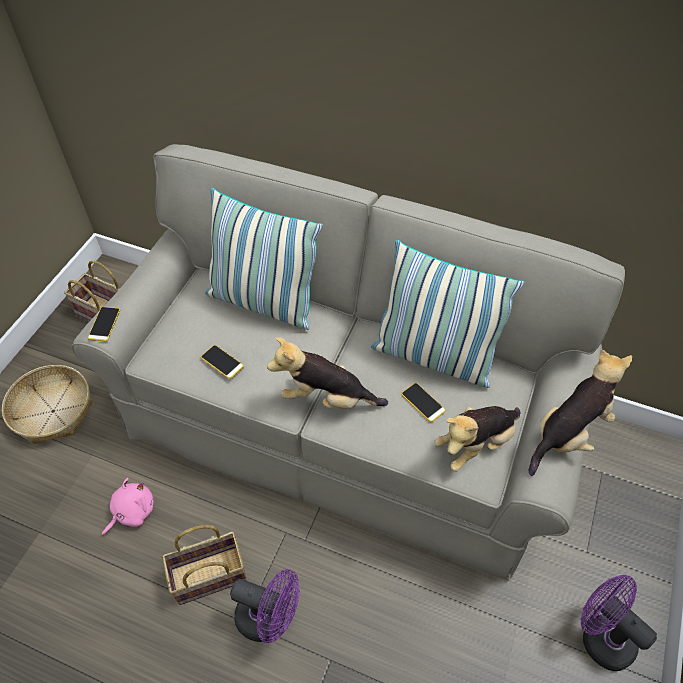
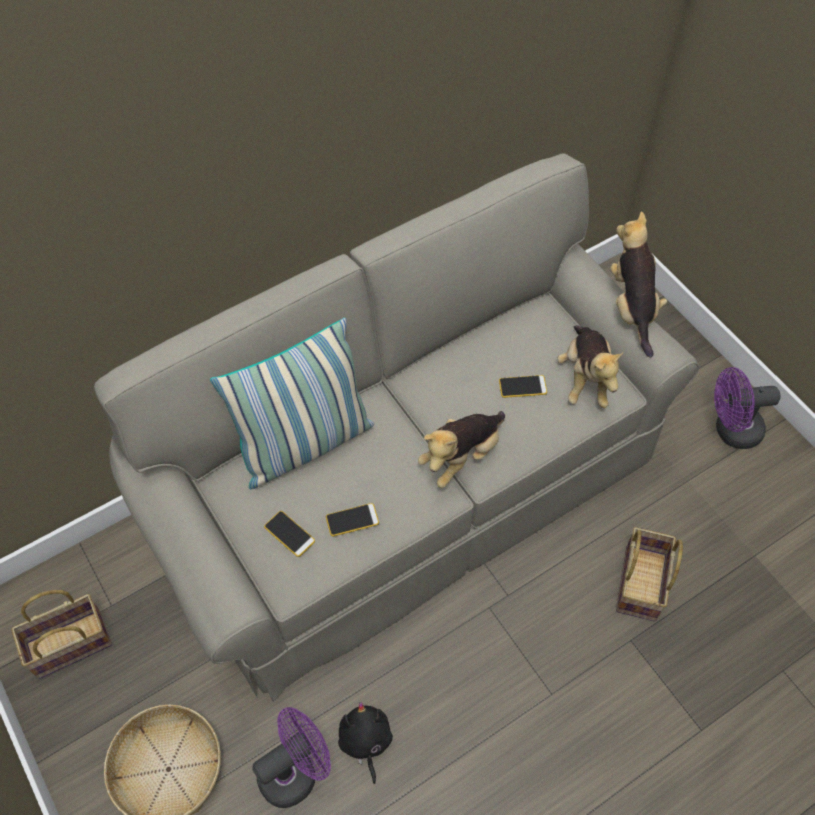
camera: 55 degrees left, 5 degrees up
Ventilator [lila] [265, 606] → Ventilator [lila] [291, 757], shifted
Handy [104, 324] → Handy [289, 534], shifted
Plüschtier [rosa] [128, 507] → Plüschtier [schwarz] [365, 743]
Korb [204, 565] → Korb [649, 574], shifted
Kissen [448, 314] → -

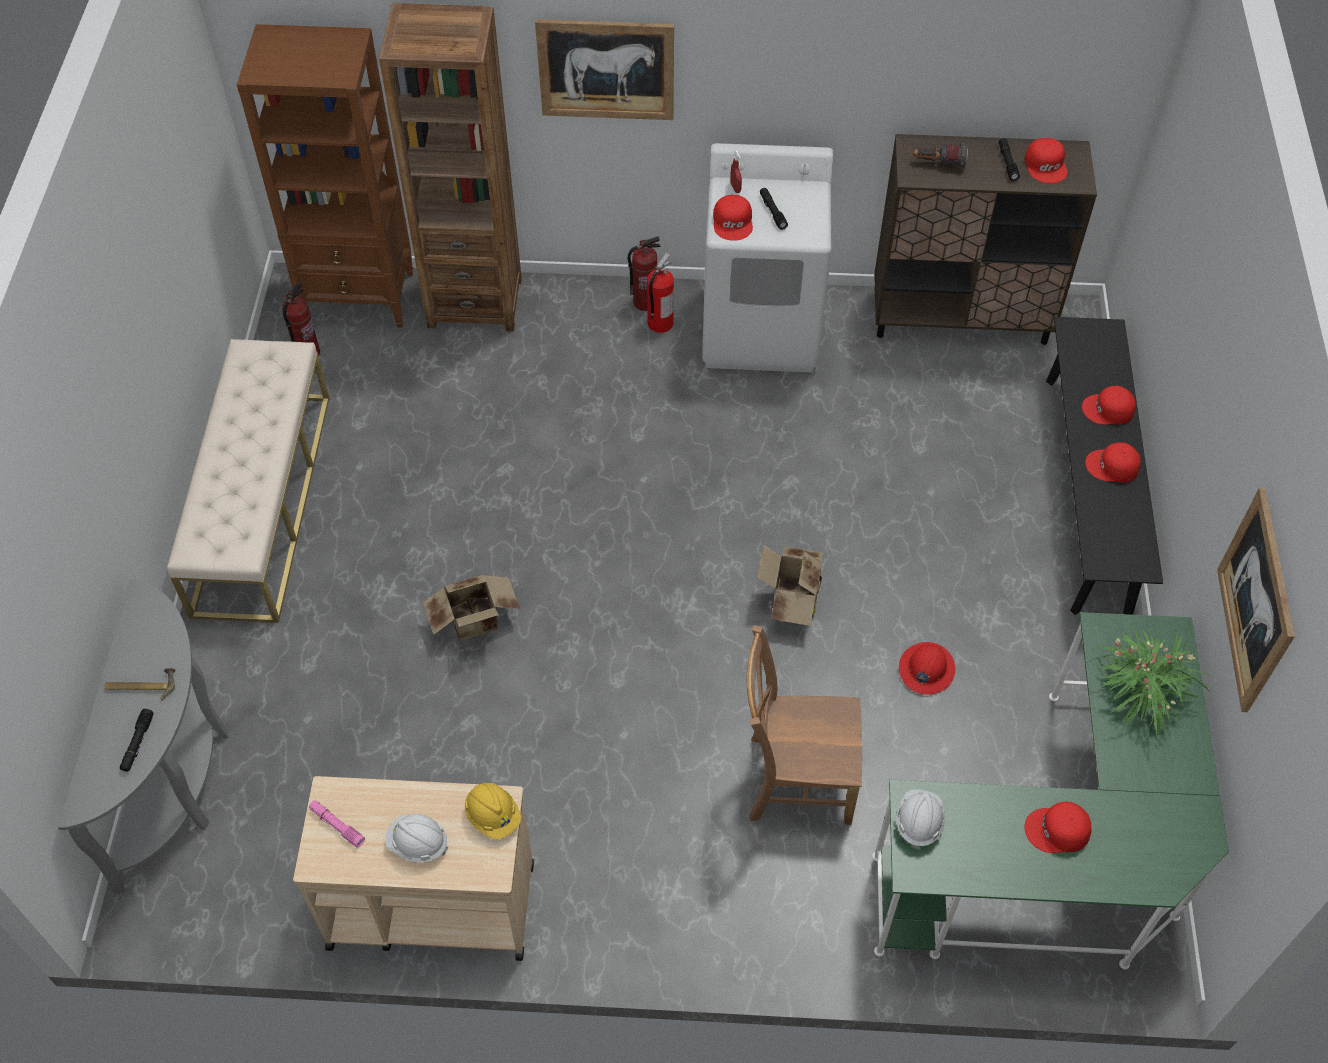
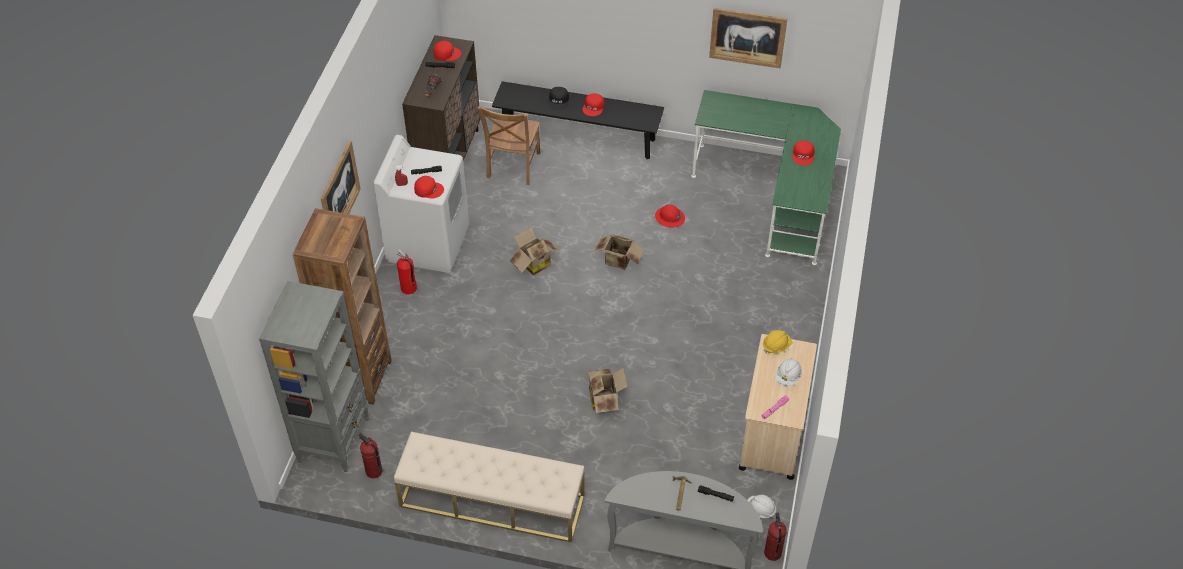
camera: 80 degrees left, 5 degrees down
Bücherregal [braun] [325, 176] → Bücherregal [grau] [314, 376]
Stuhl [braun] [804, 725] → Stuhl [braun] [509, 145], shifted
- → Karton [535, 251]
Kappe [rot] [1109, 405] → Kappe [schwarz] [558, 98]
Schutzhelm [weiß] [920, 820] → Schutzhelm [weiß] [762, 506], shifted
Feuerlöscher [644, 273] → Feuerlöscher [775, 536], shifted
Topfpflanze [1150, 682] → -

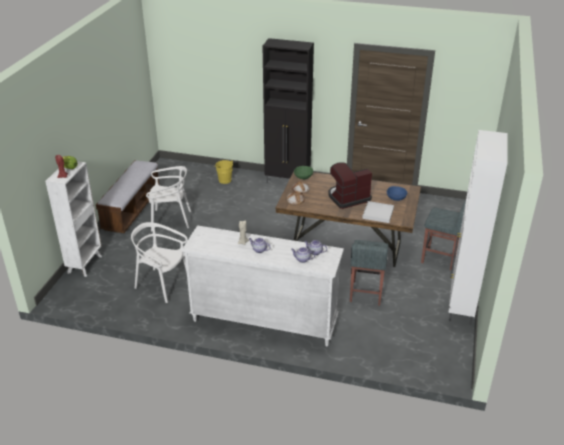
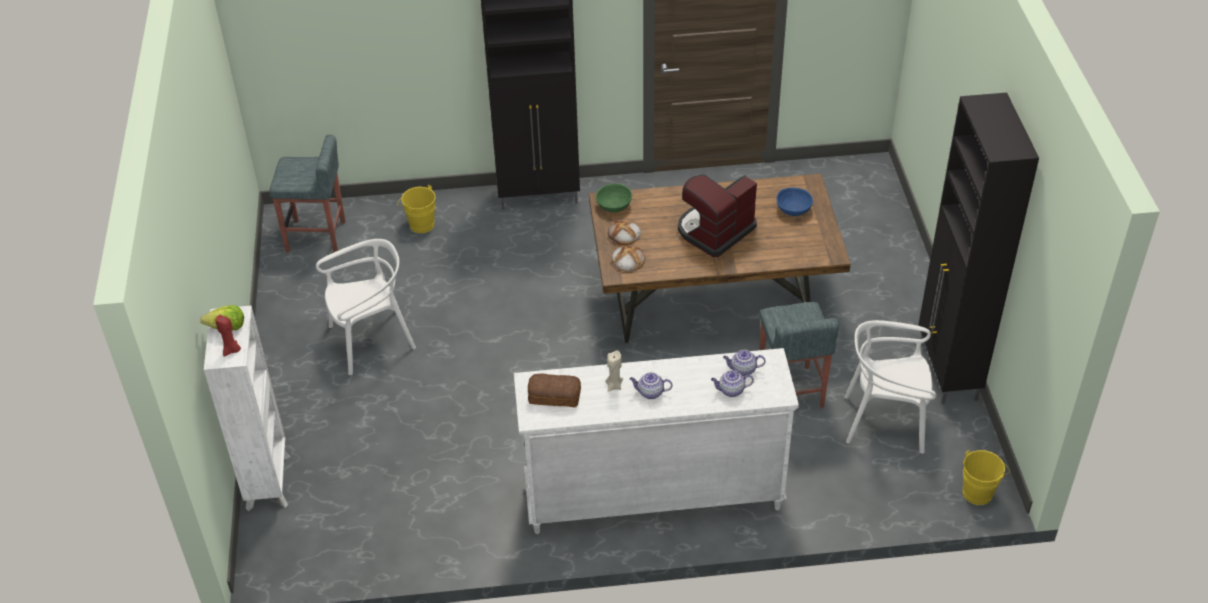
camera: 20 degrees left, 10 degrees up
Hocker [grau] [443, 235] → Hocker [grau] [307, 193], shifted
- → Brot [554, 390]
Stuhl [weiß] [159, 262] → Stuhl [weiß] [890, 387], shifted
Schrank [weiß] [478, 227] → Schrank [schwarz] [978, 248]
- → Eimer [gelb] [986, 477]
Bank [127, 196] → -
Tablett [weiß] [378, 212] → -

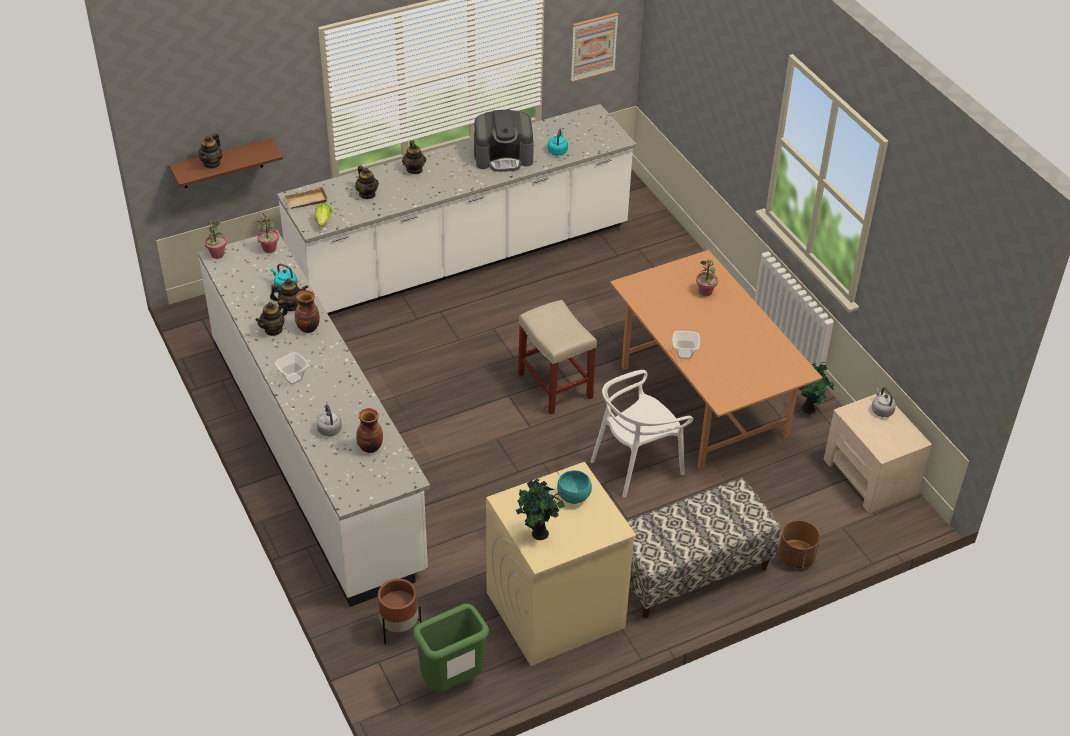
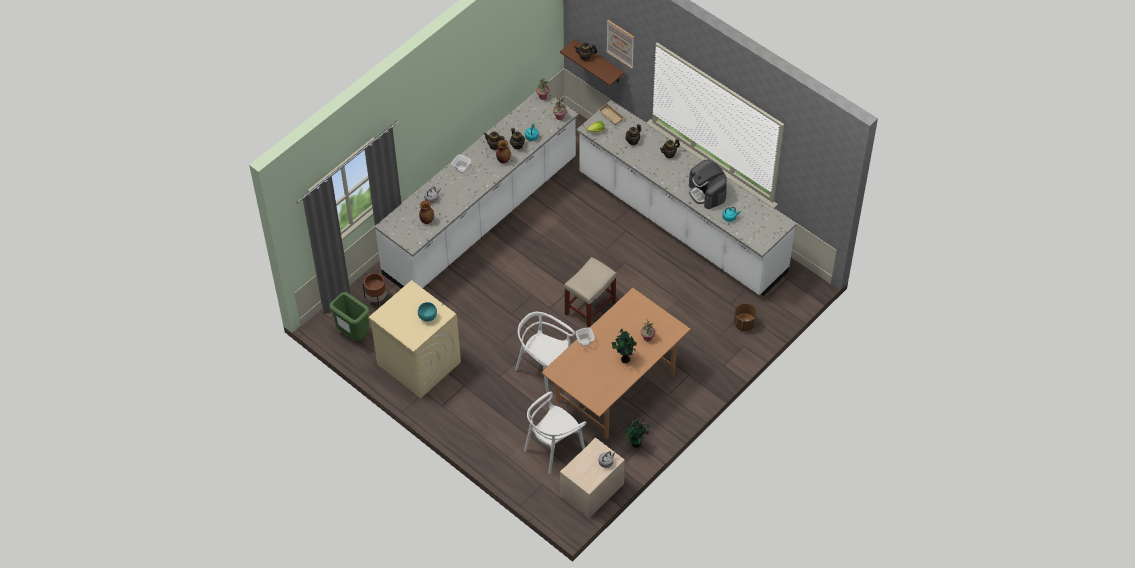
camera: 70 degrees right, 10 degrees up
- → Stuhl [weiß] [555, 433]
Bild [595, 47] → Bild [620, 44], shifted
Topfpflanze [540, 509] → Topfpflanze [624, 346], shifted
Pflanzkübel [braun] [799, 544] → Pflanzkübel [braun] [745, 317], shifted
Bank [703, 548] → -

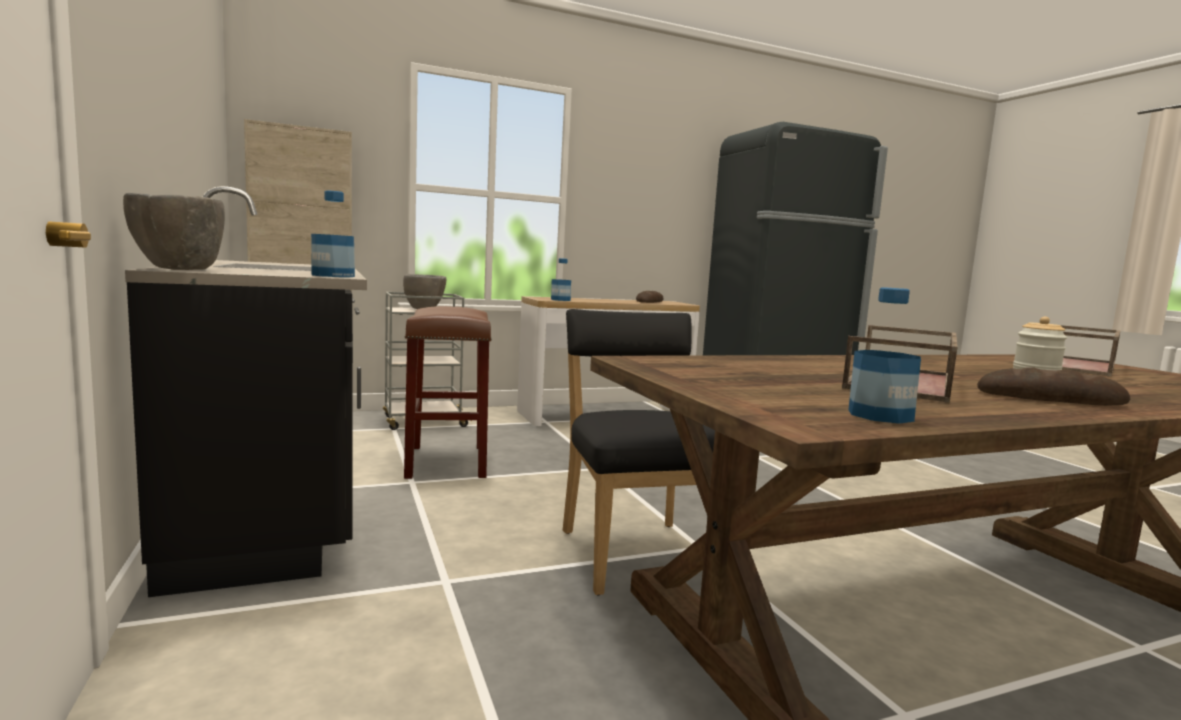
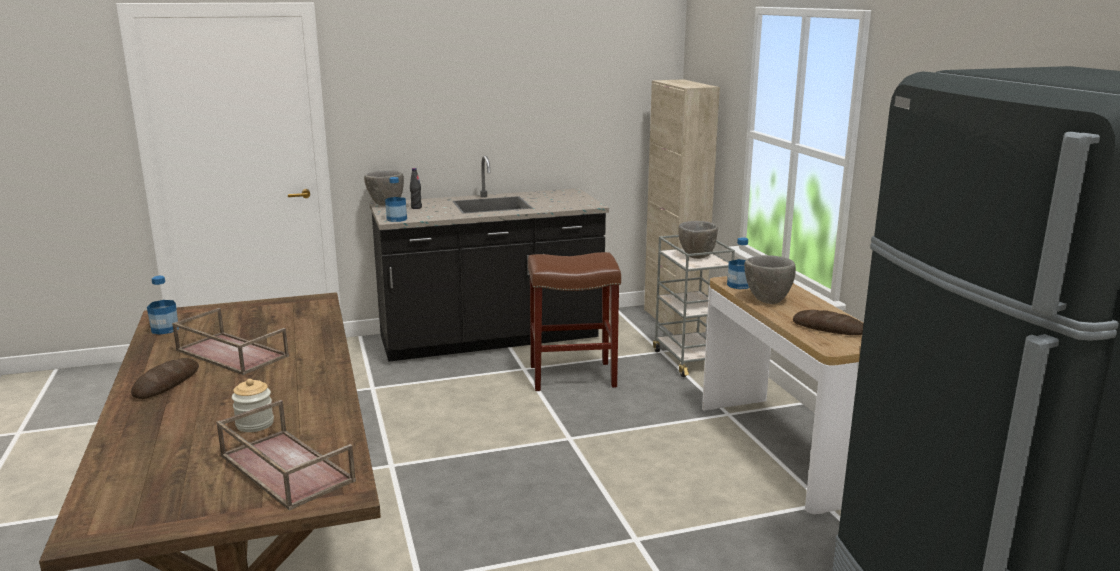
camera: 95 degrees right, 10 degrees up
- → Flasche [schwarz] [416, 188]
- → Schüssel [grau] [770, 279]
Stuhl [schwarz] [639, 452] → -

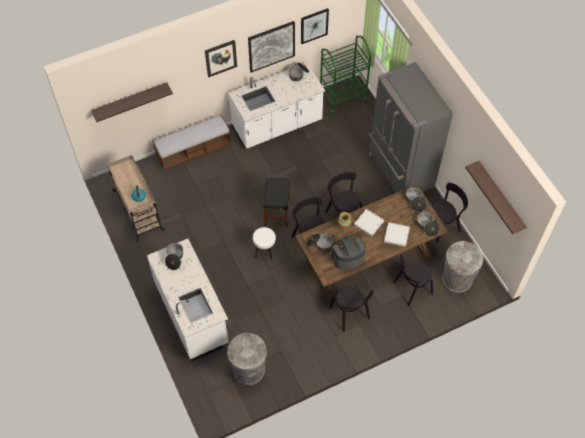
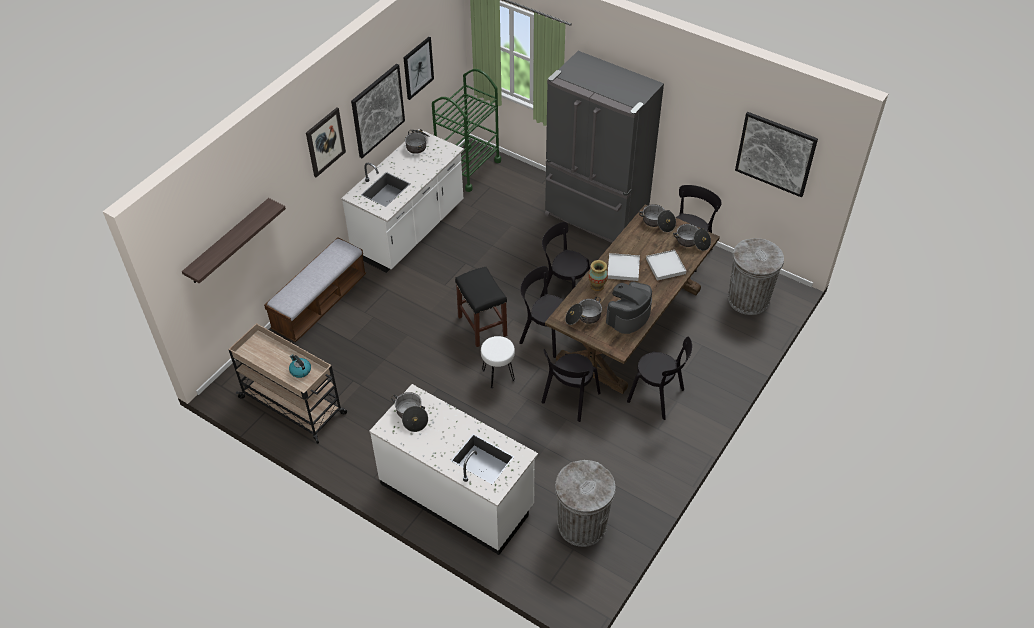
camera: 30 degrees left, 10 degrees down
Stuhl [schwarz] [413, 280] → Stuhl [schwarz] [571, 385], shifted
Wandregal [496, 197] → Bild [776, 155]

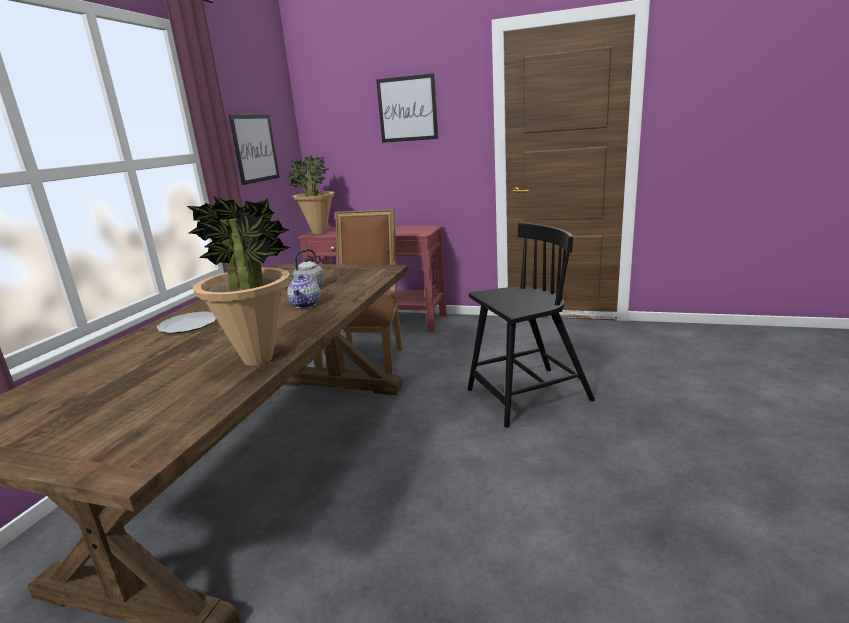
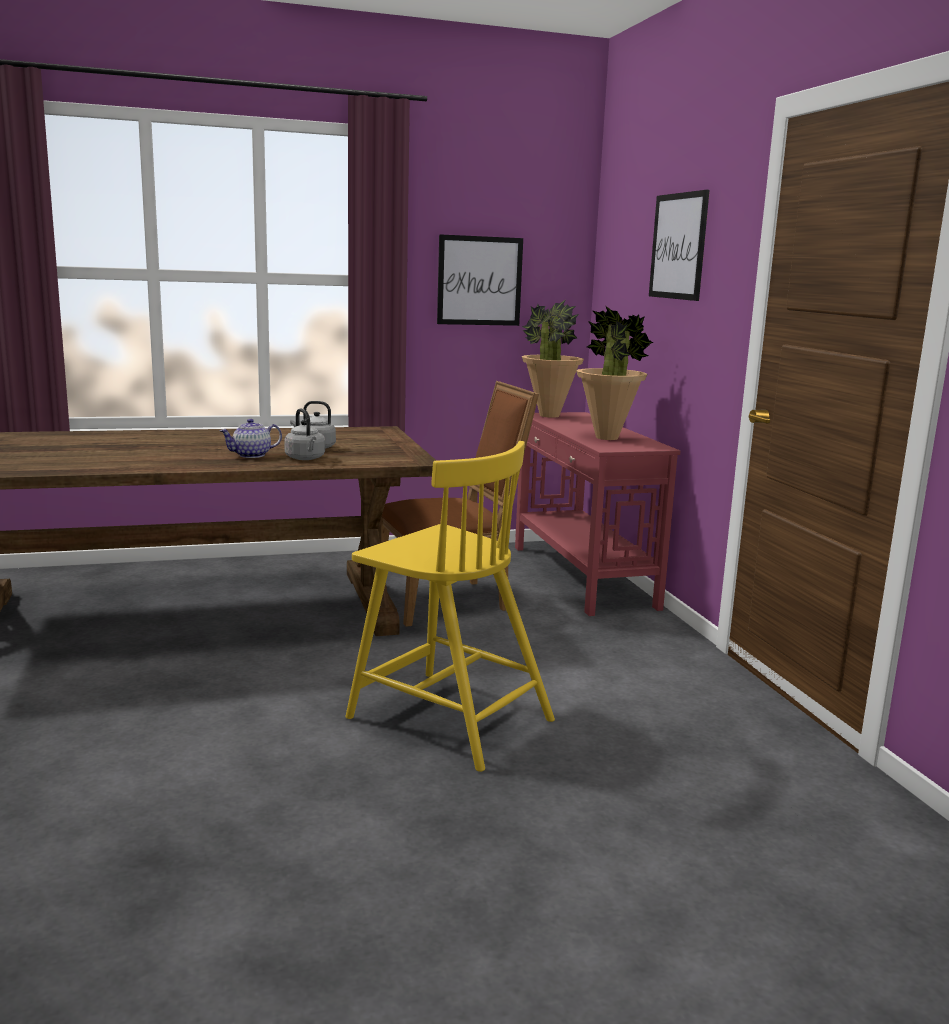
camera: 55 degrees right, 5 degrees down
- → Wasserkessel [grau] [304, 434]
Stuhl [schwarz] [531, 325] → Stuhl [gelb] [450, 606]
Topfpflanze [239, 281] → Topfpflanze [615, 373], shifted
Teller [186, 322] → -

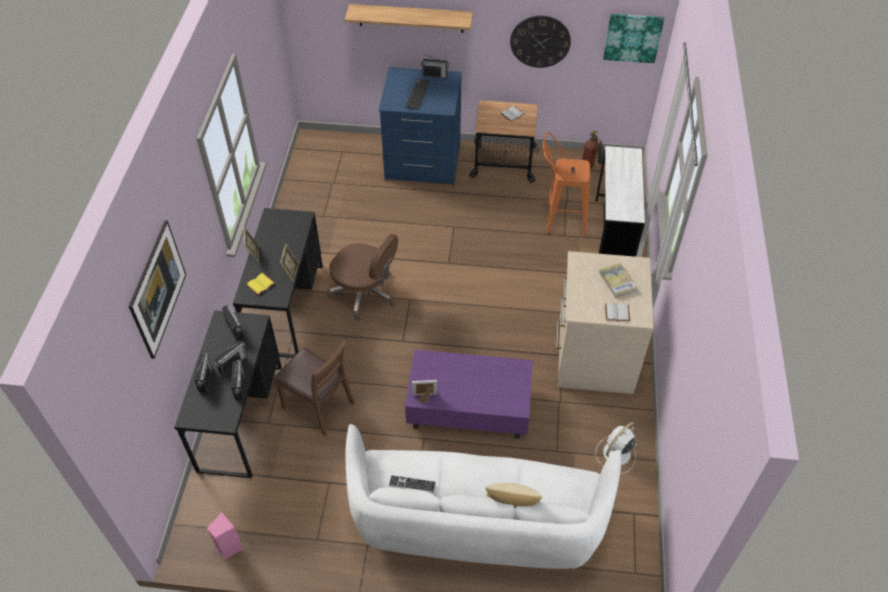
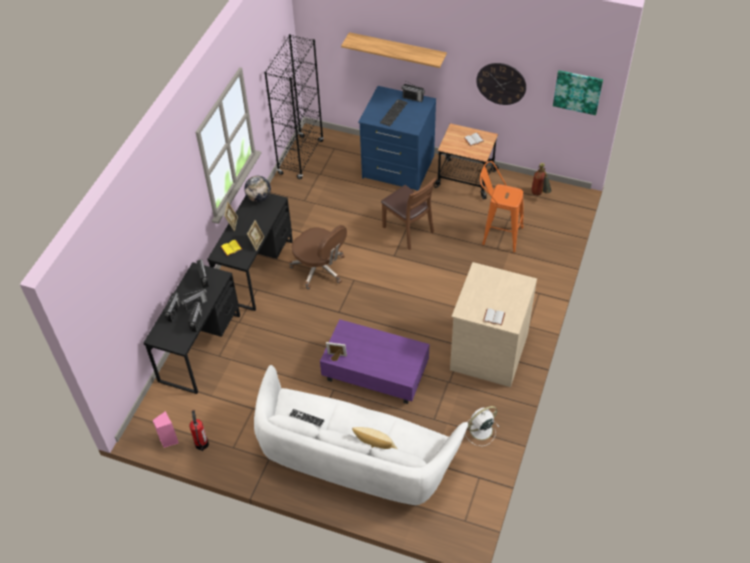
camera: 15 degrees right, 0 degrees up
- → Feuerlöscher [199, 430]
- → Globus [257, 189]
- → Bücherregal [schwarz] [294, 106]
Stuhl [braun] [314, 388] → Stuhl [braun] [408, 213], shifted
Bild [157, 289] → -
Schreibtisch [weiß] [620, 201] → -
Buch [618, 280] → -

